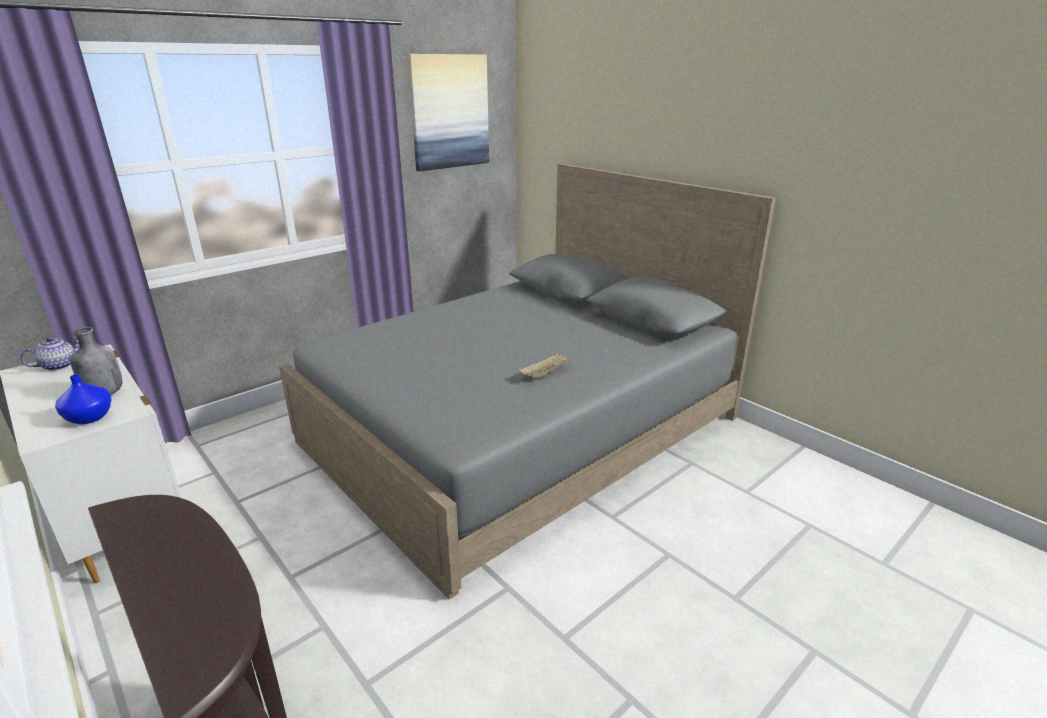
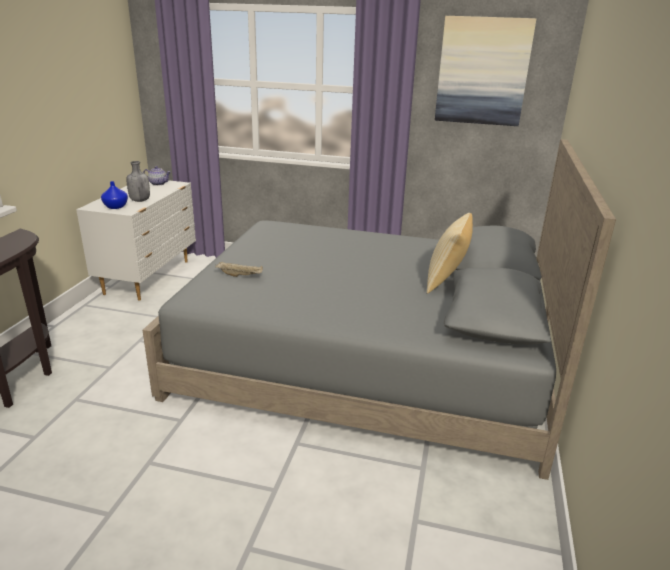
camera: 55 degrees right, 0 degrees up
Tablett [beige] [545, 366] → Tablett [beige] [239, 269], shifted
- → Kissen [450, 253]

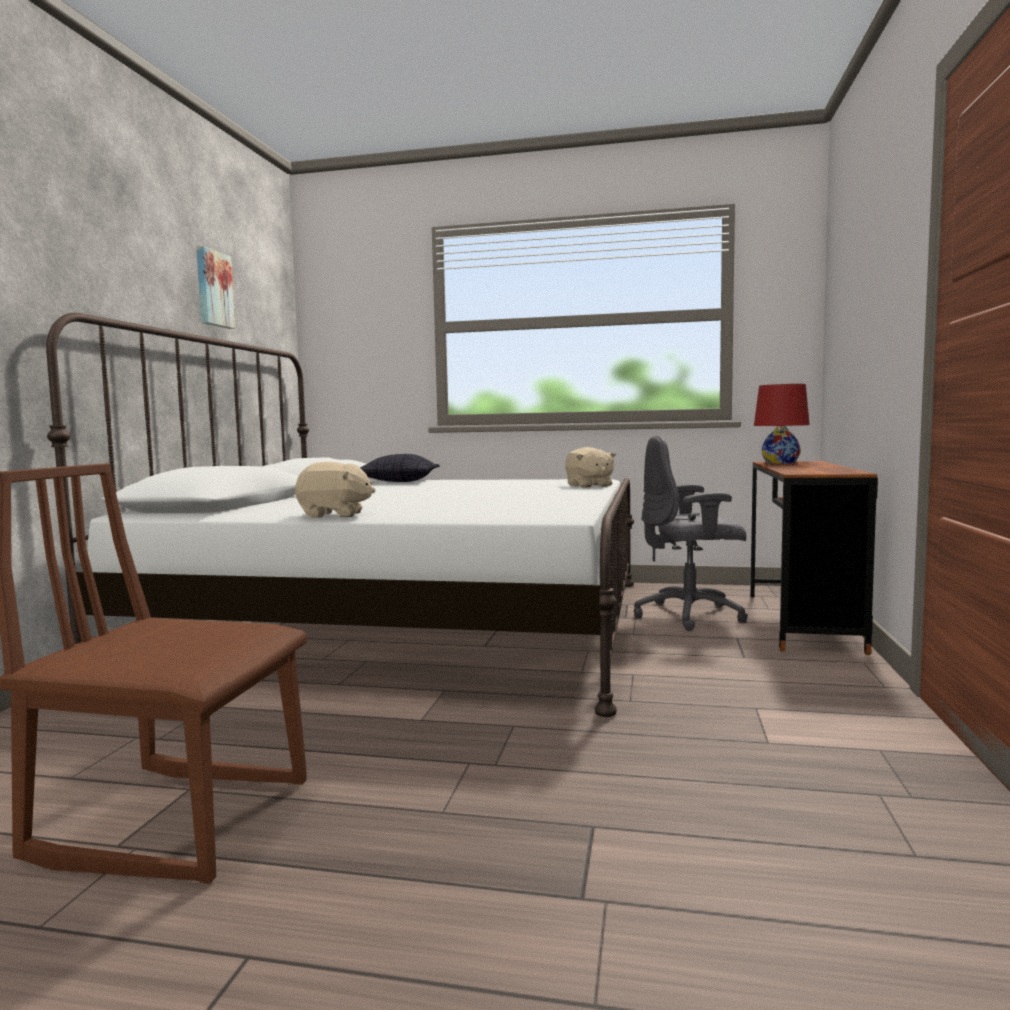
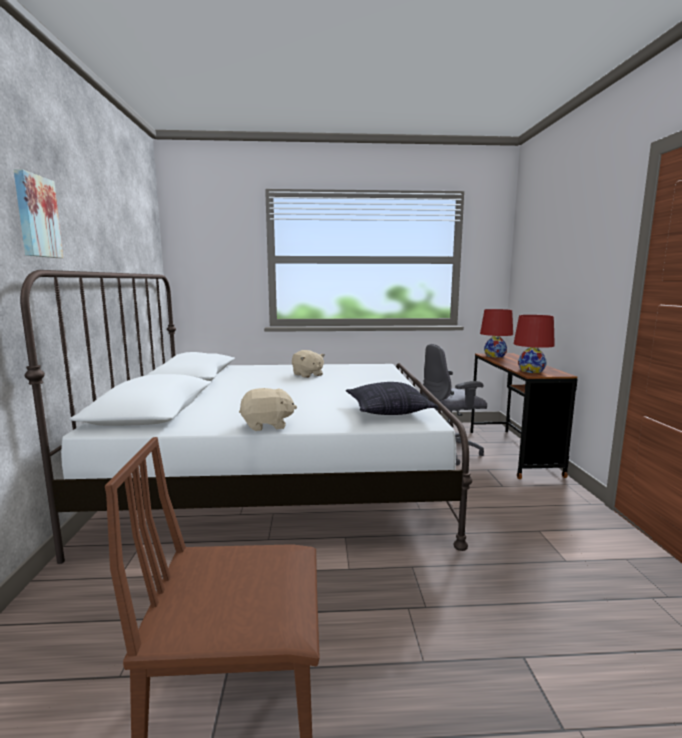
camera: 15 degrees left, 5 degrees up
Bild [215, 287] → Bild [38, 213], shifted
Plüschtier [beige] [590, 467] → Plüschtier [beige] [308, 364], shifted
Kissen [400, 468] → Kissen [392, 398], shifted
- → Tischlampe [rot] [534, 344]

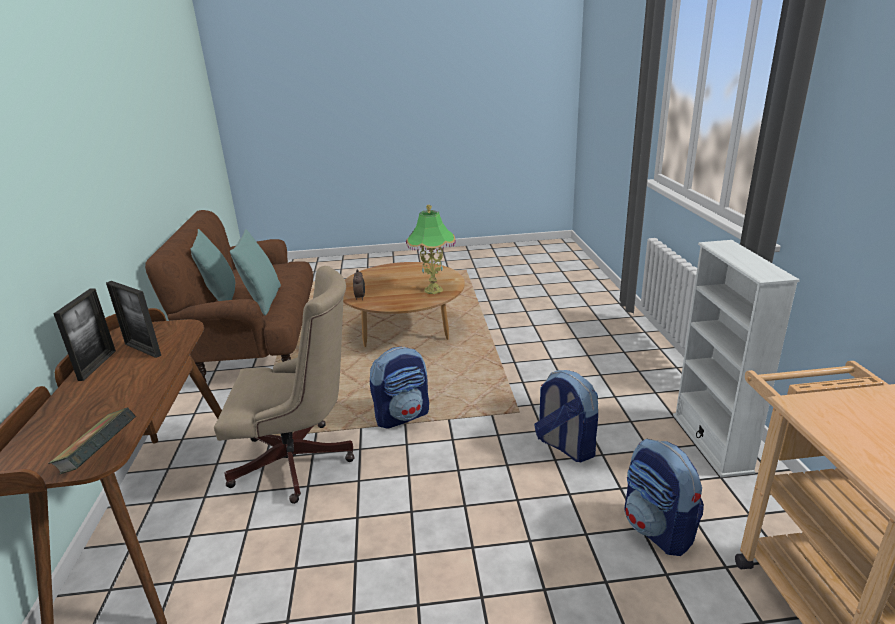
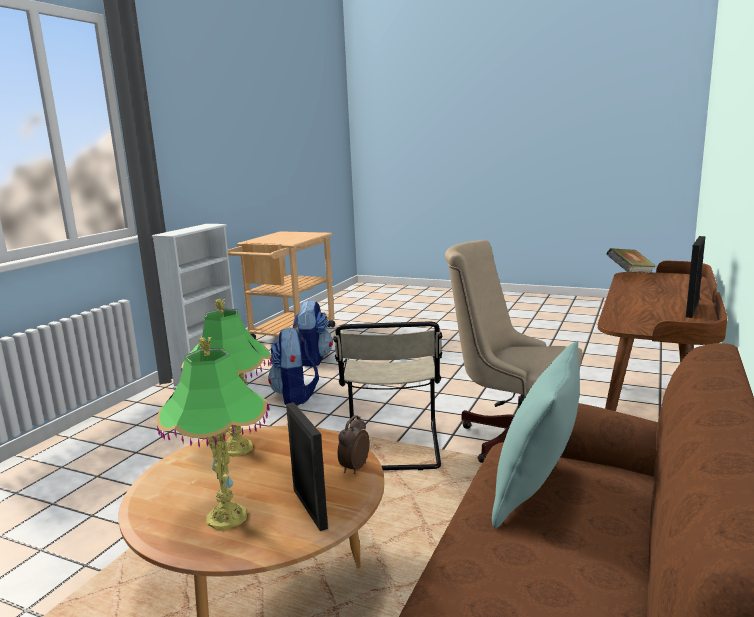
camera: 150 degrees left, 10 degrees down
- → Tischlampe [213, 433]
Bilderrahmen [133, 319] → Bilderrahmen [307, 466], shifted
Rucksack [399, 387] → Stuhl [beige] [387, 396]
Kissen [türkis] [213, 265] → -

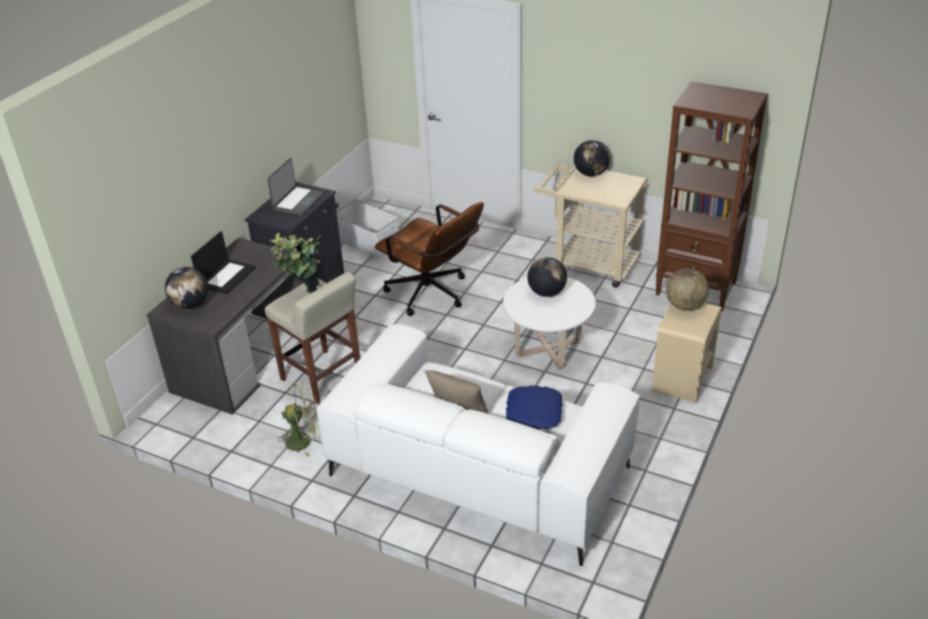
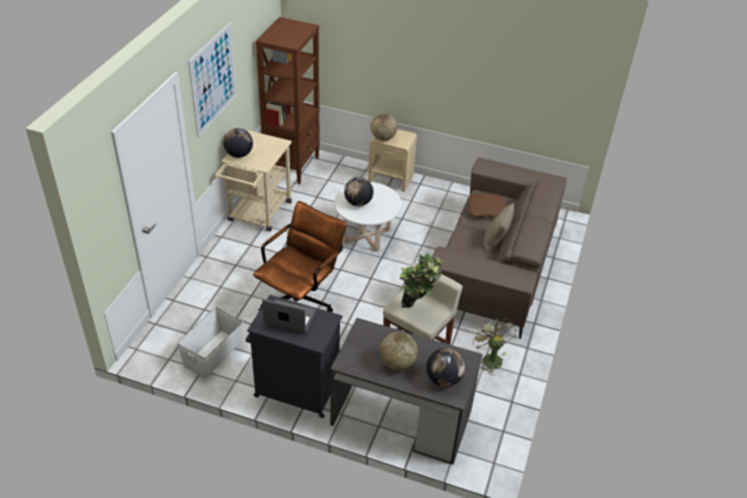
camera: 100 degrees left, 5 degrees up
- → Bild [212, 79]
Laptop [223, 262] → Globus [399, 351]
Sofa [weiß] [478, 445] → Sofa [braun] [500, 248]
Kissen [blau] [534, 407] → Kissen [braun] [486, 205]

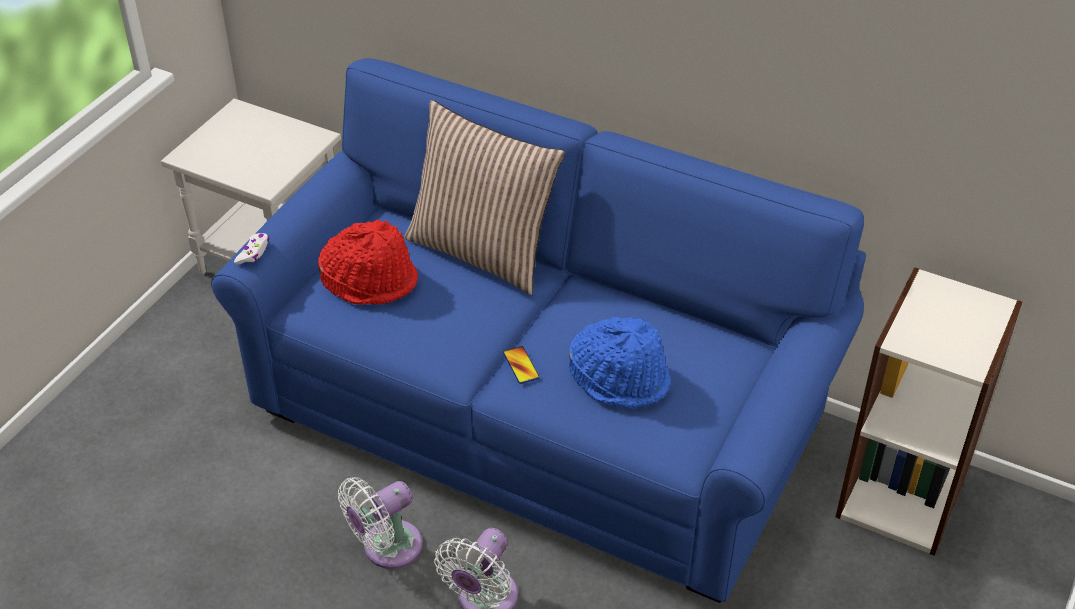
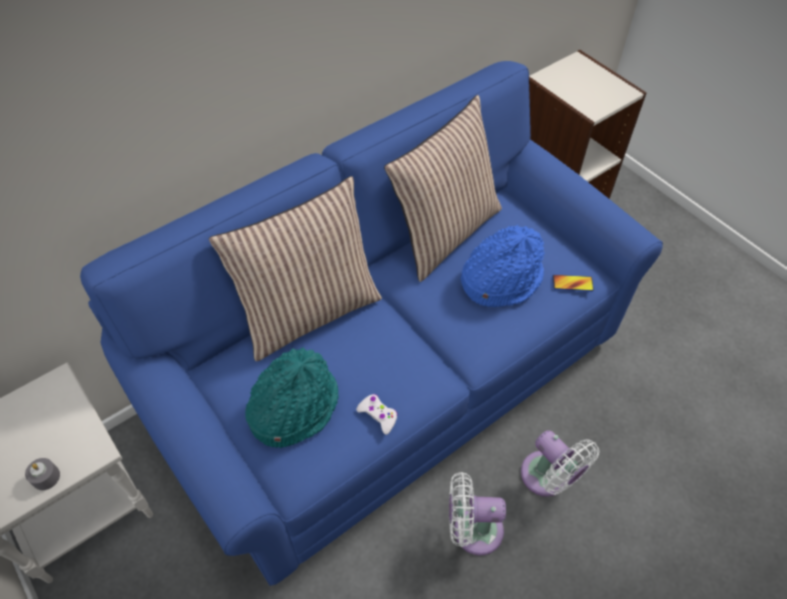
camera: 65 degrees left, 10 degrees up
- → Kerze [grau] [42, 474]
Hut [rot] [368, 262] → Hut [türkis] [292, 398]
Gamepad [weiß] [251, 248] → Gamepad [weiß] [377, 414], shifted
- → Kissen [443, 188]
Ventilator [weiß] [380, 523] → Ventilator [weiß] [477, 514], 105 degrees clockwise
Handy [521, 365] → Handy [573, 283], shifted

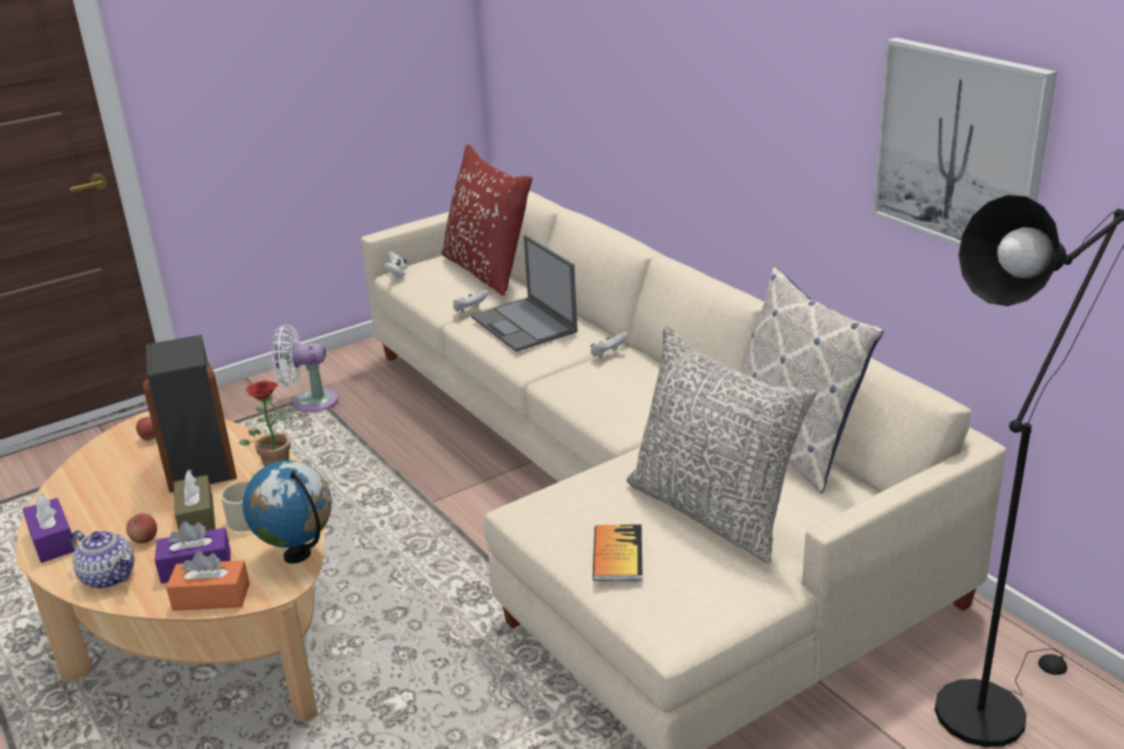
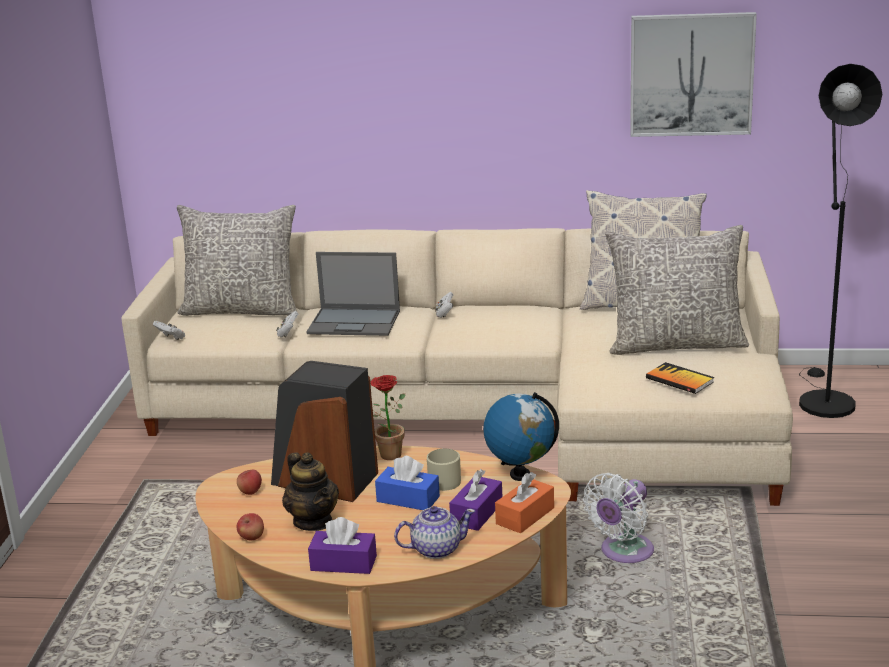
camera: 50 degrees left, 5 degrees down
Kissen [rot] [487, 220] → Kissen [grau] [237, 260]
Apfel [141, 528] → Apfel [250, 526], shifted
- → Teekanne [310, 491]
Taschentuchbox [braun] [194, 500] → Taschentuchbox [blau] [407, 483]
Ventilator [weiß] [305, 368] → Ventilator [weiß] [618, 518], shifted

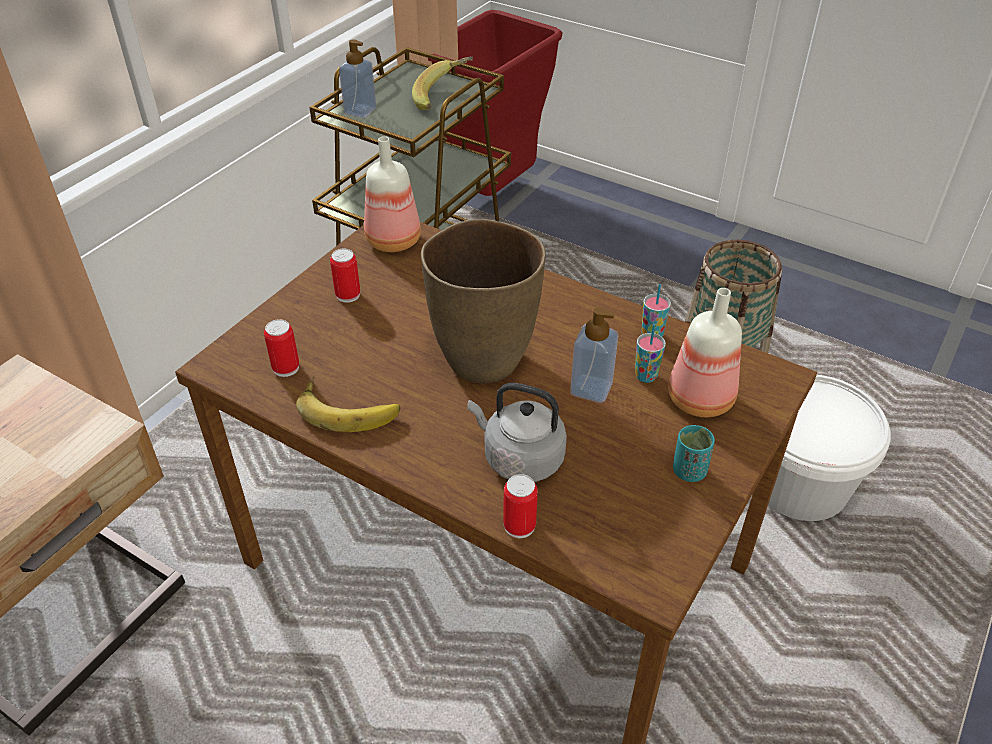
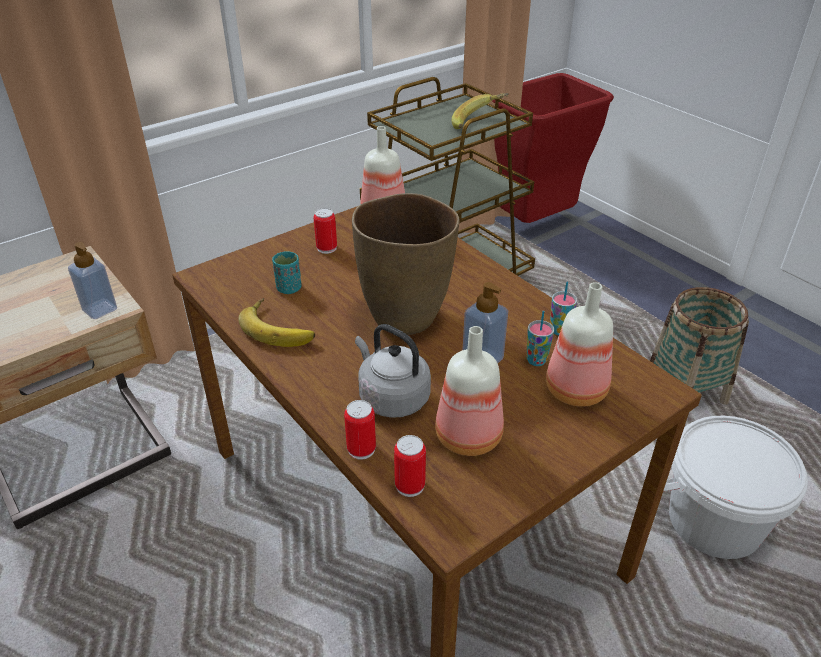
camera: 20 degrees right, 5 degrees down
Seifenspender [357, 78] → Seifenspender [92, 280], shifted
Tasse [türkis] [694, 453] → Tasse [türkis] [287, 272], shifted
Dose [281, 348] → Dose [410, 466], shifted
- → Flasche [469, 391]

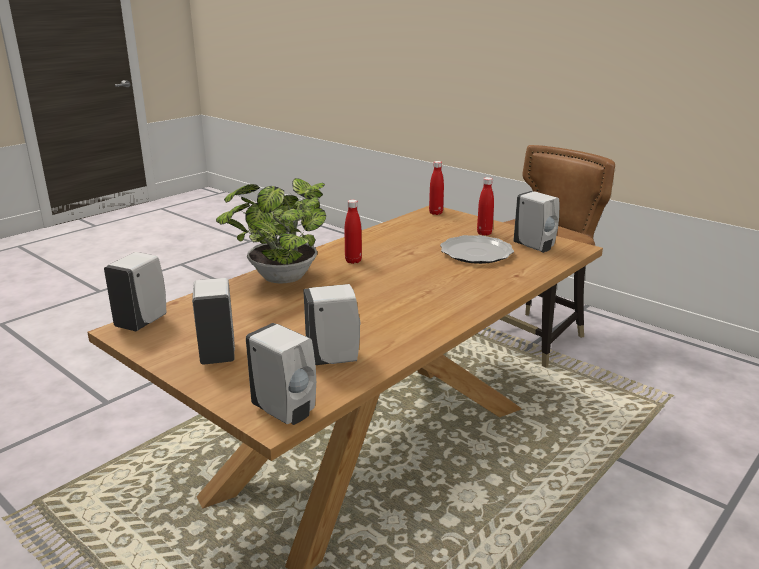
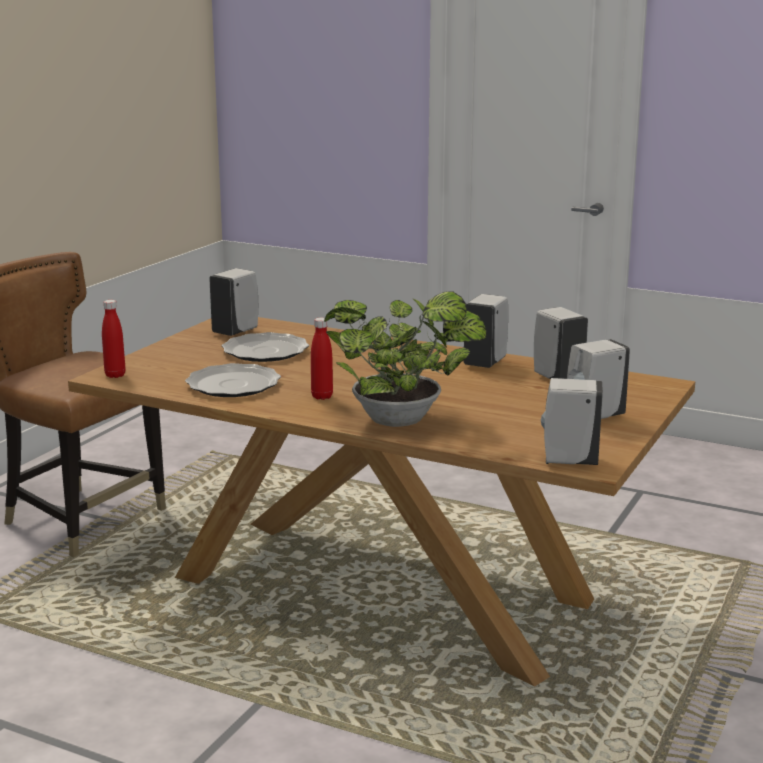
camera: 105 degrees left, 5 degrees down
- → Teller [233, 380]
Seifenspender [weiß] [281, 374] → Seifenspender [weiß] [486, 331], shifted
Flasche [rot] [485, 206] → -

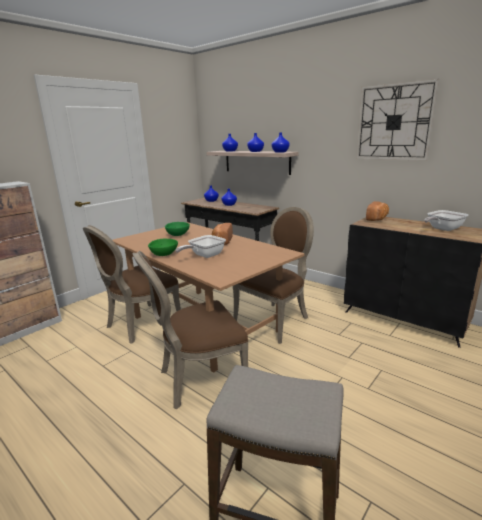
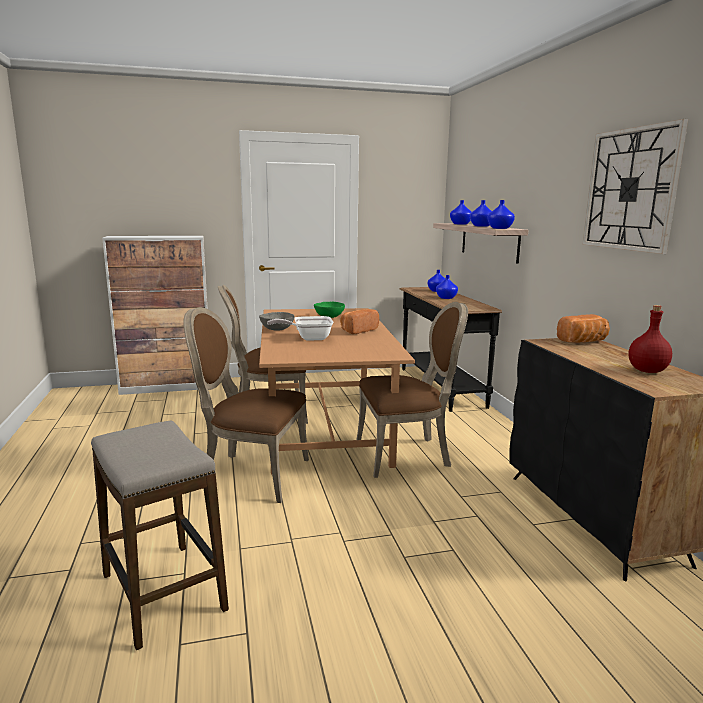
camera: 35 degrees right, 5 degrees down
Schüssel [grün] [163, 247] → Schüssel [grau] [276, 321]
Pfanne [446, 220] → Flasche [rot] [650, 339]

